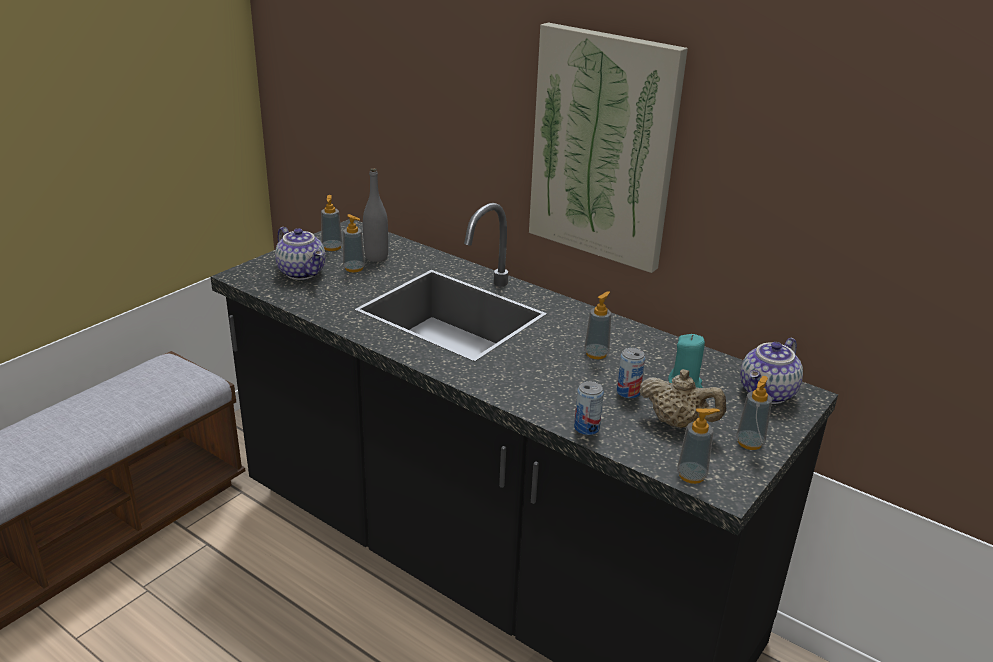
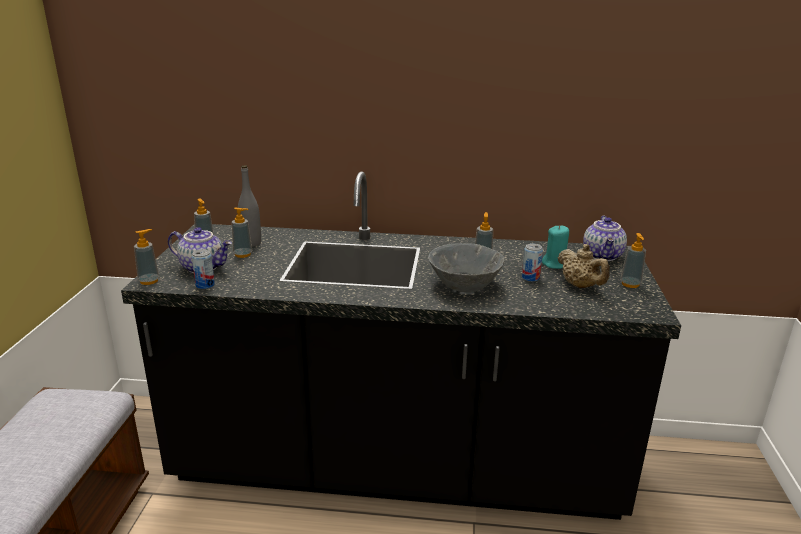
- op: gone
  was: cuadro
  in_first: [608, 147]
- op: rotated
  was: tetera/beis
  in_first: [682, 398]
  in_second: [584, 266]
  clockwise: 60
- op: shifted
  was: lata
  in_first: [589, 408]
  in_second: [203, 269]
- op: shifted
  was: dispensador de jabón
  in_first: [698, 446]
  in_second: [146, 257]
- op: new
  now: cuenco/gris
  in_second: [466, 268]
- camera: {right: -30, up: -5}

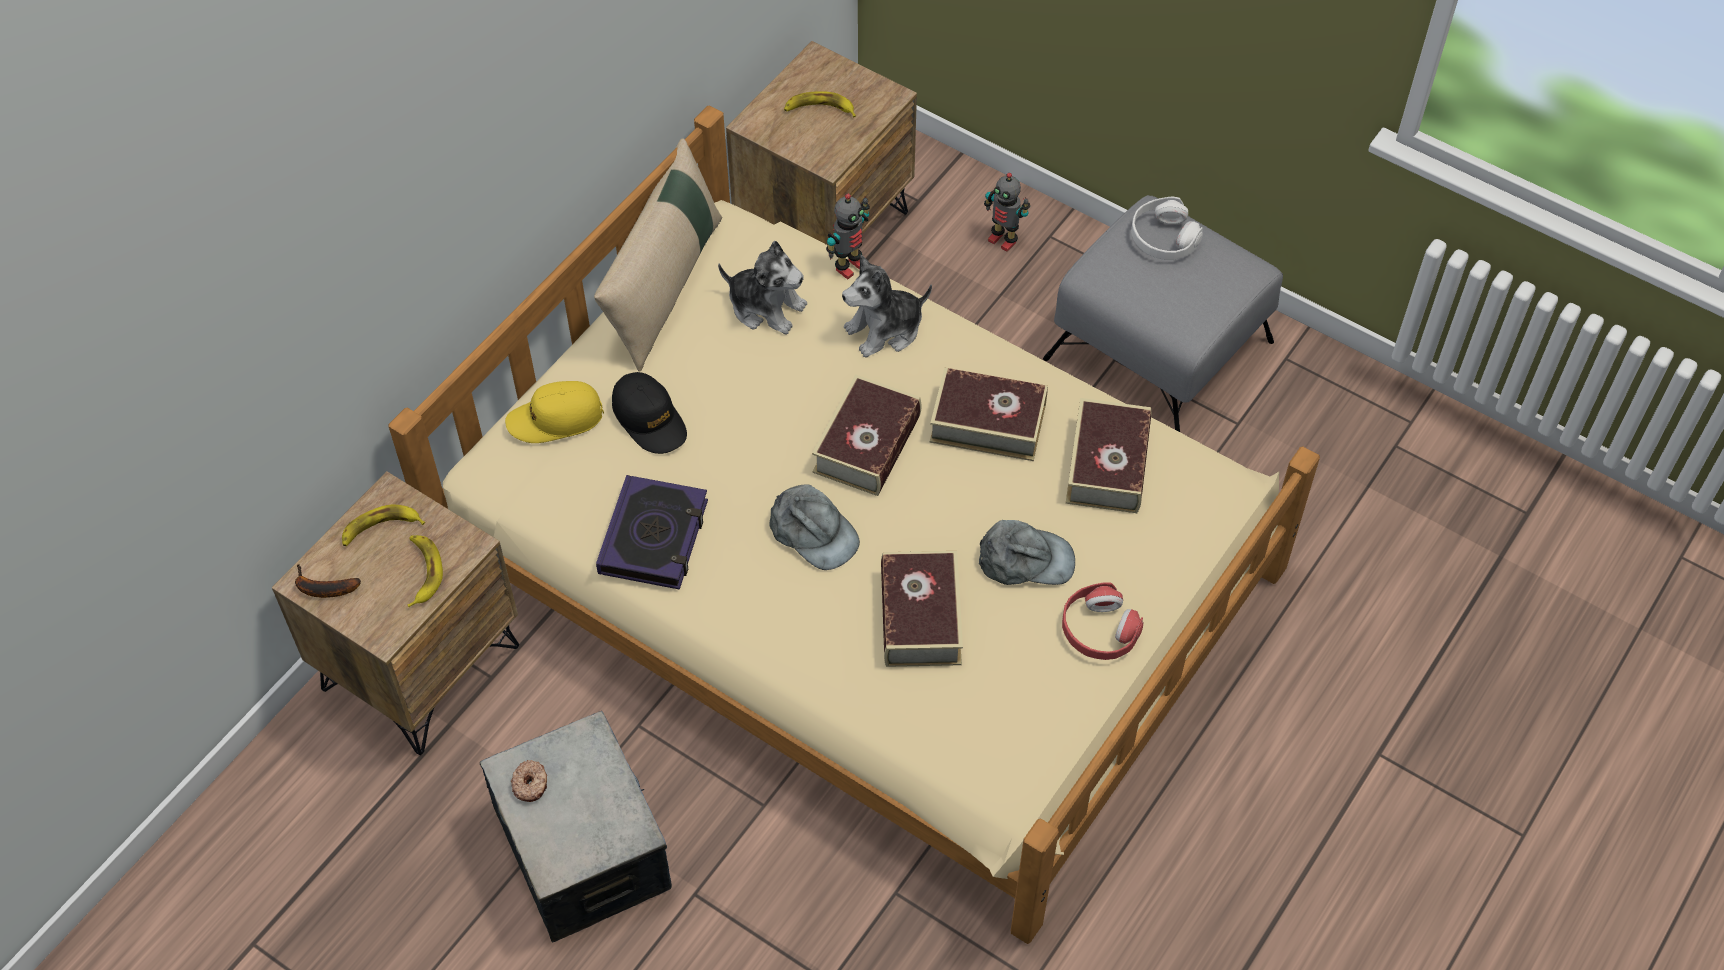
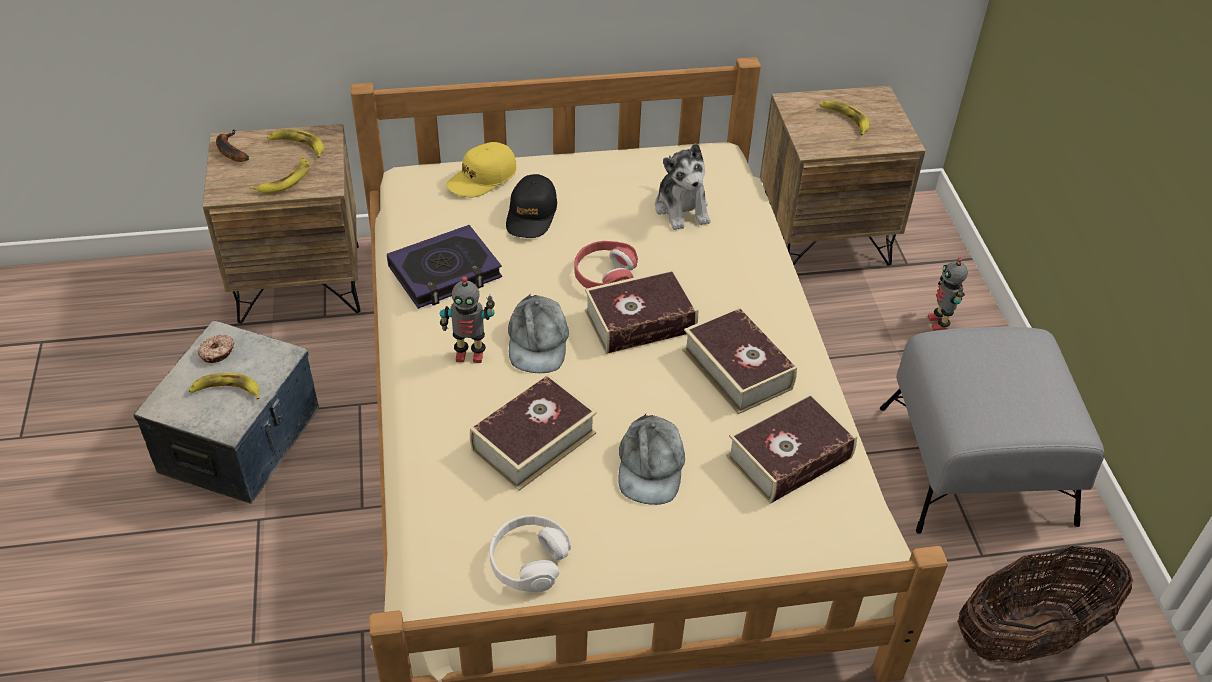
- op: gone
  was: cojín/beis
  in_first: [658, 255]
- op: shifted
  was: robot de juguete
  in_first: [848, 236]
  in_second: [467, 319]
- op: shifted
  was: auriculares/blanco
  in_first: [1167, 228]
  in_second: [530, 553]
- op: gone
  was: peluche
  in_first: [887, 306]
- op: rotated
  was: gorra/amarillo
  in_first: [554, 412]
  in_second: [481, 169]
  clockwise: -75
- op: rotated
  was: gorra/gris
  in_first: [1027, 552]
  in_second: [651, 459]
  clockwise: 45
- op: shifted
  was: auriculares/rojo
  in_first: [1102, 621]
  in_second: [606, 264]
- op: new
  now: plátano
  in_second: [224, 386]
- op: new
  now: cesta
  in_second: [1045, 604]
- camera: {right: 45, up: -10}

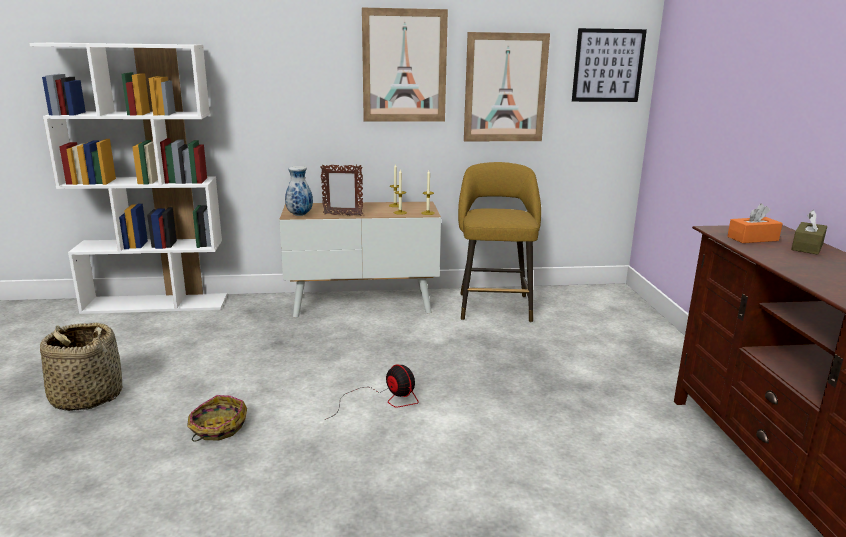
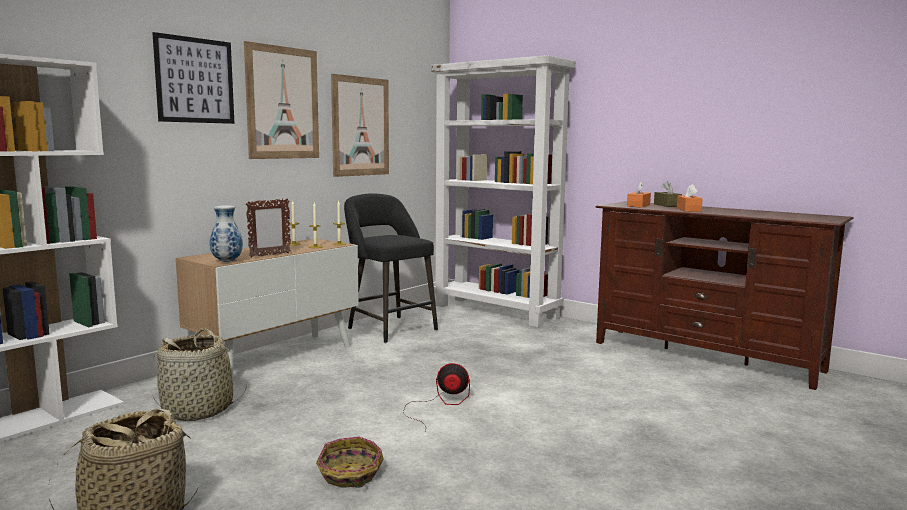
- op: shifted
  was: cuadro
  in_first: [609, 65]
  in_second: [193, 78]
- op: repainted
  was: taburete/amarillo
  now: taburete/negro
  in_first: [499, 242]
  in_second: [391, 268]
- op: new
  now: estantería/blanco
  in_second: [503, 191]
- op: new
  now: caja de pañuelos/naranja
  in_second: [690, 198]
- op: new
  now: cesta
  in_second: [199, 374]
- camera: {right: -45, up: -10}

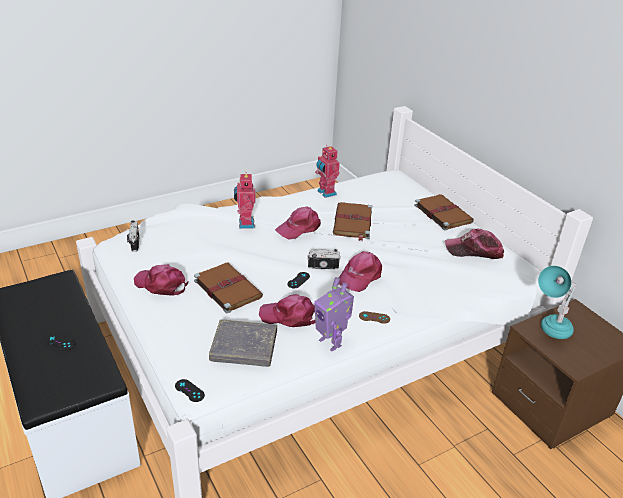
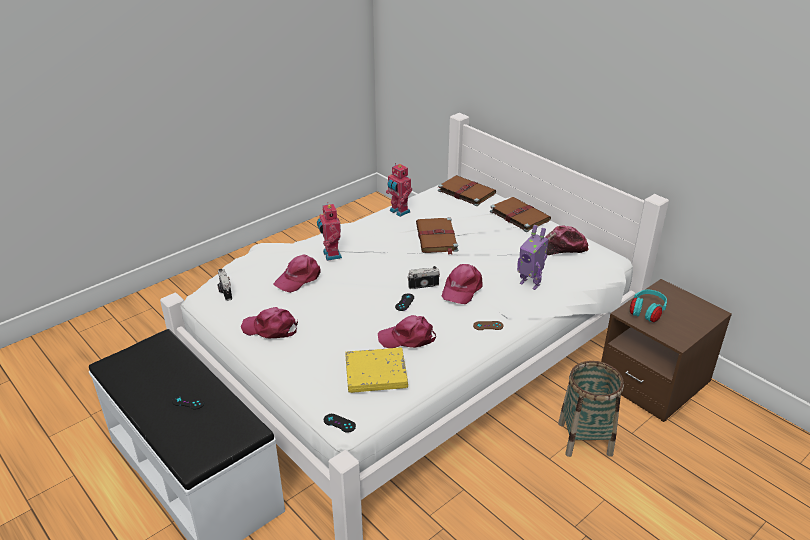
- op: shifted
  was: gorra/rosa
  in_first: [298, 222]
  in_second: [297, 273]
- op: shifted
  was: libro/marrón
  in_first: [228, 288]
  in_second: [467, 190]
- op: swapped
  was: lámpara de mesa/turquesa
  now: auriculares/turquesa
  in_first: [557, 302]
  in_second: [648, 305]
- op: shifted
  was: robot de juguete
  in_first: [334, 314]
  in_second: [533, 257]
- op: repainted
  was: libro/gris
  now: libro/amarillo
  in_first: [243, 343]
  in_second: [376, 370]
- op: new
  now: cesta
  in_second: [591, 409]
- camera: {right: -10, up: 0}

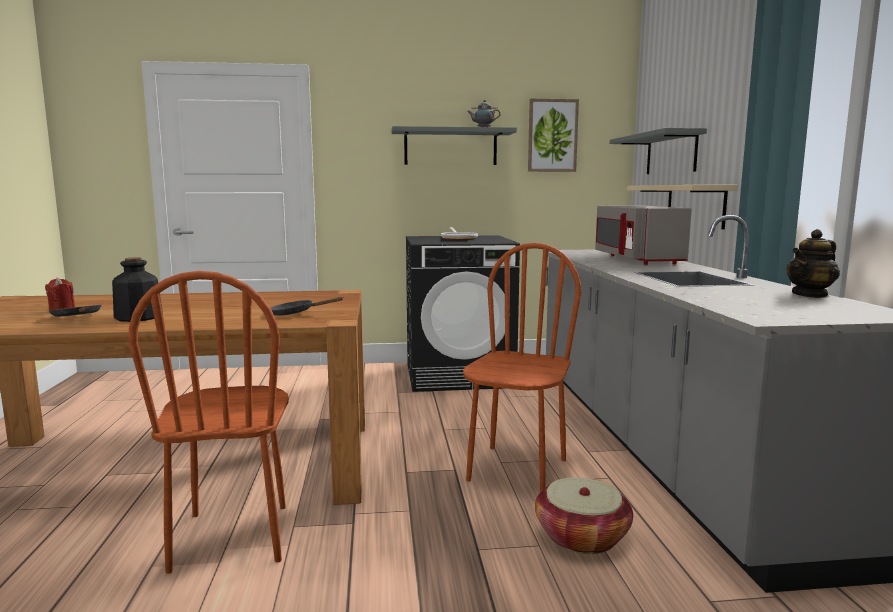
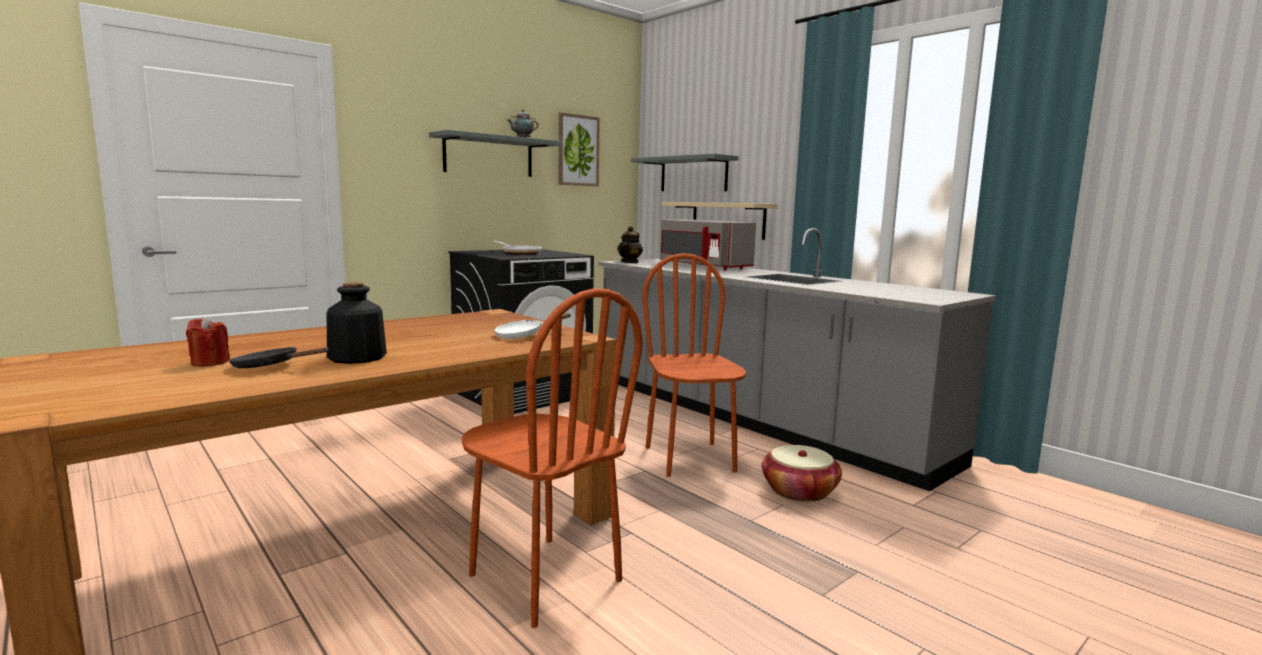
- op: shifted
  was: tetera
  in_first: [813, 263]
  in_second: [630, 244]
- op: repainted
  was: sartén/negro
  now: sartén/blanco
  in_first: [307, 306]
  in_second: [532, 326]
- camera: {right: -35, up: 0}

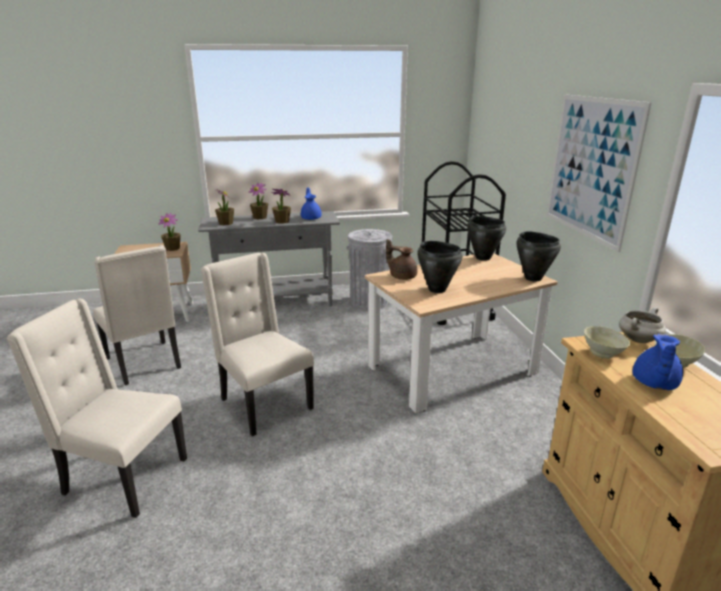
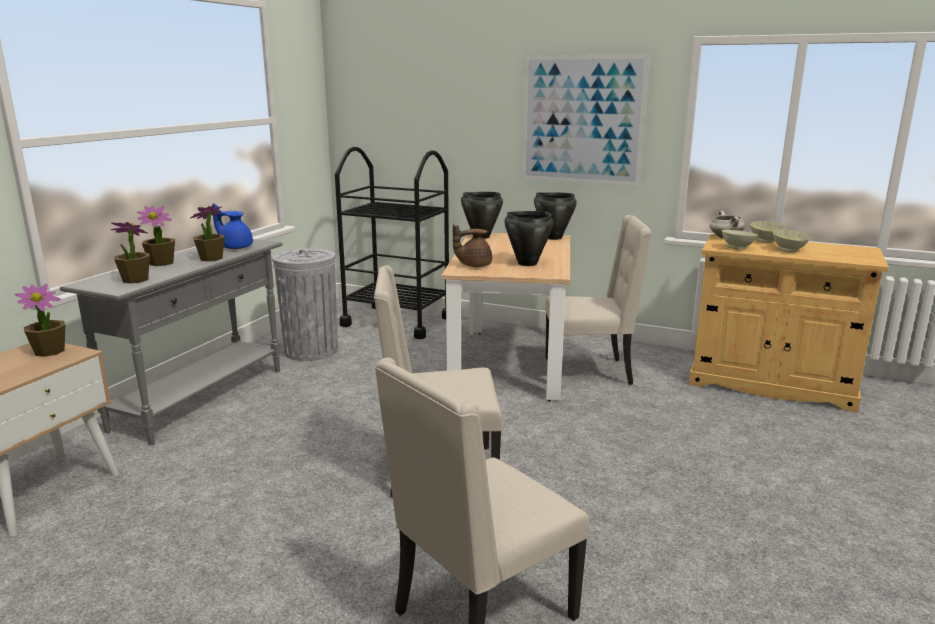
- op: shifted
  was: silla/beis
  in_first: [137, 315]
  in_second: [598, 300]
- op: swapped
  was: tetera/azul
  now: cuenco/beis
  in_first: [657, 362]
  in_second: [791, 240]
- camera: {right: -55, up: -5}

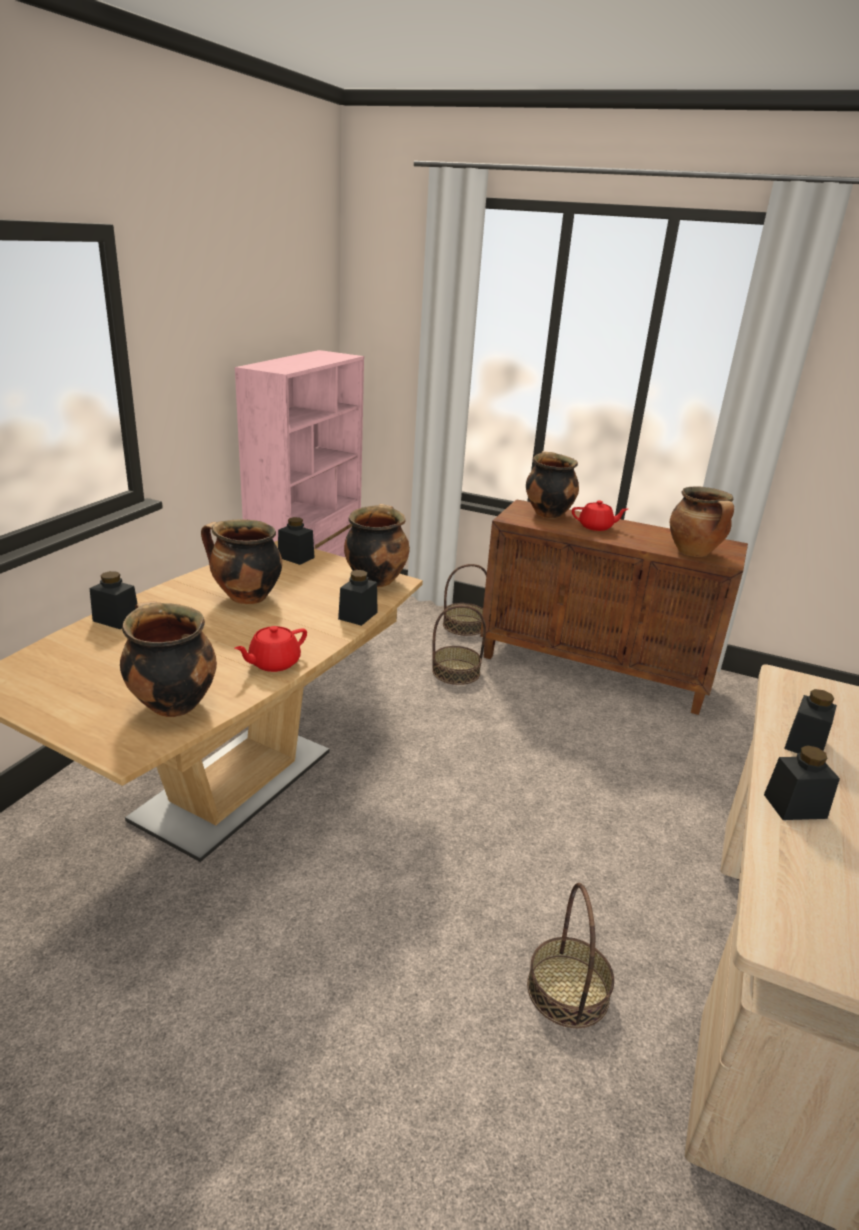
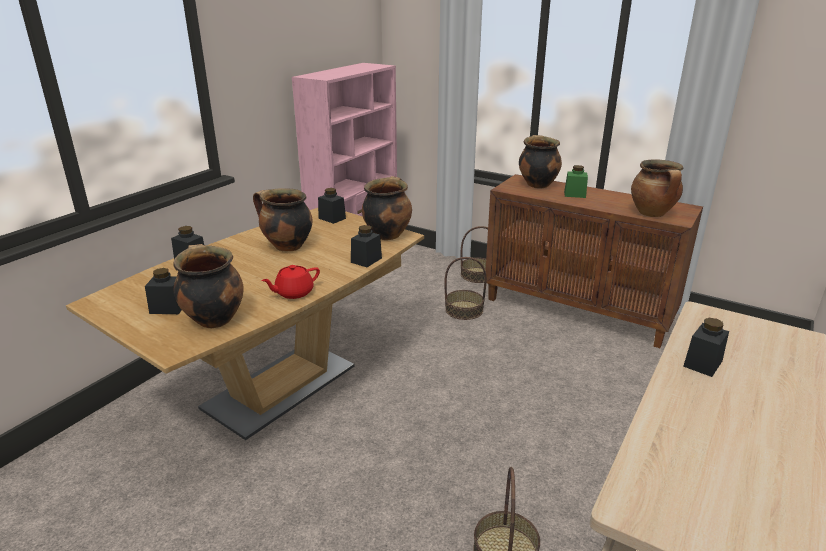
- op: swapped
  was: tetera/rojo
  now: tarro/verde
  in_first: [600, 516]
  in_second: [576, 181]
- op: shifted
  was: tarro/negro
  in_first: [802, 782]
  in_second: [163, 291]
- camera: {right: 10, up: 0}

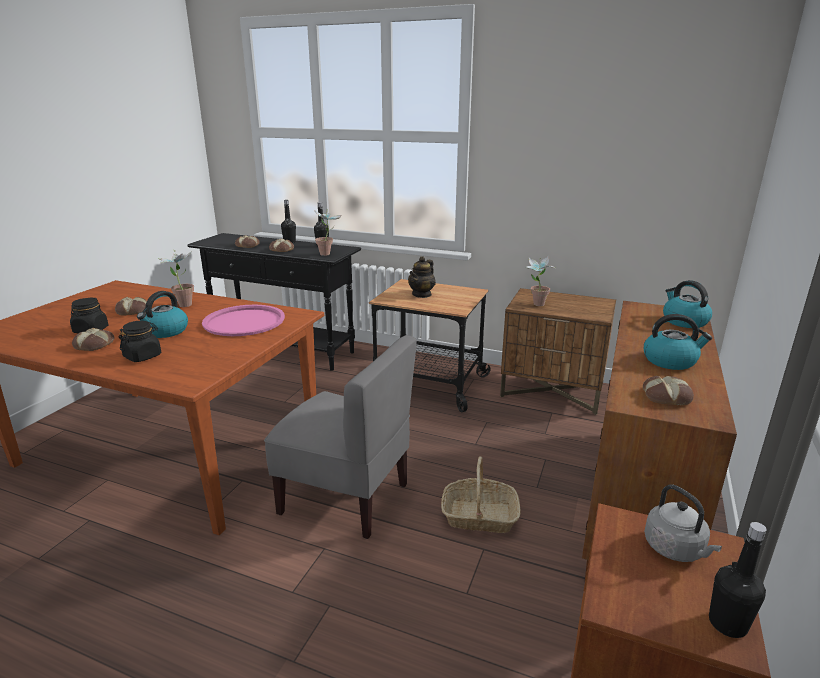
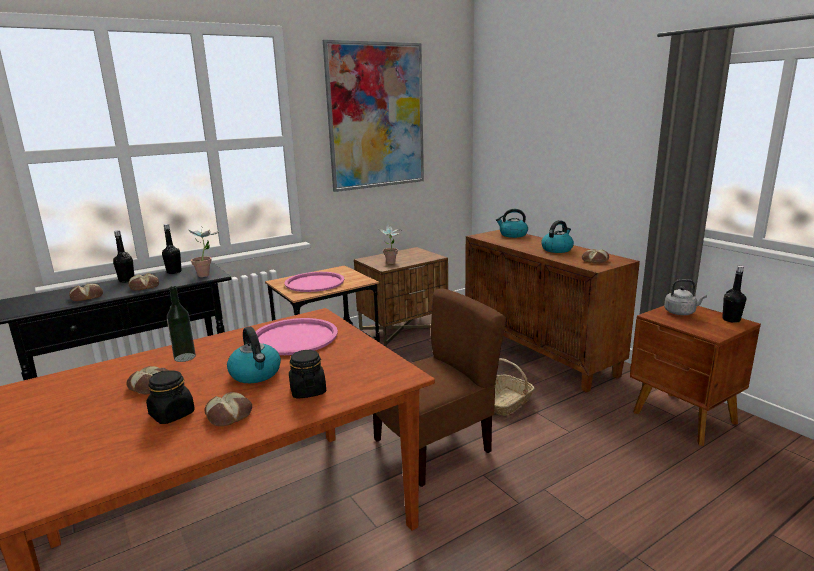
- op: swapped
  was: planta en maceta
  now: botella
  in_first: [176, 279]
  in_second: [181, 324]
- op: swapped
  was: tetera
  now: bandeja/rosa
  in_first: [422, 277]
  in_second: [314, 282]
- op: repainted
  was: silla/gris
  now: silla/marrón
  in_first: [340, 437]
  in_second: [439, 387]
- op: new
  now: cuadro
  in_second: [373, 116]
- camera: {right: -55, up: -5}

